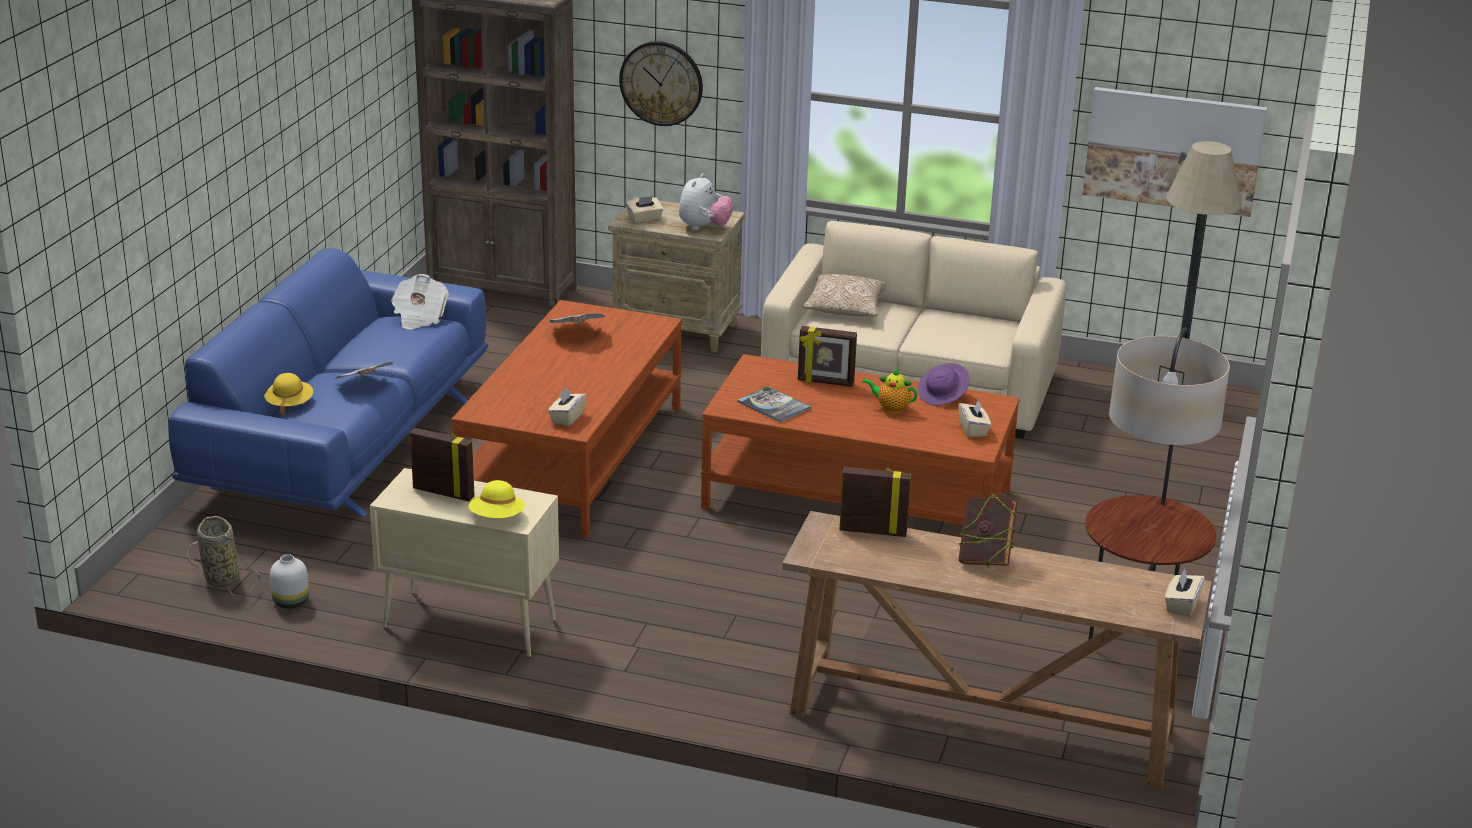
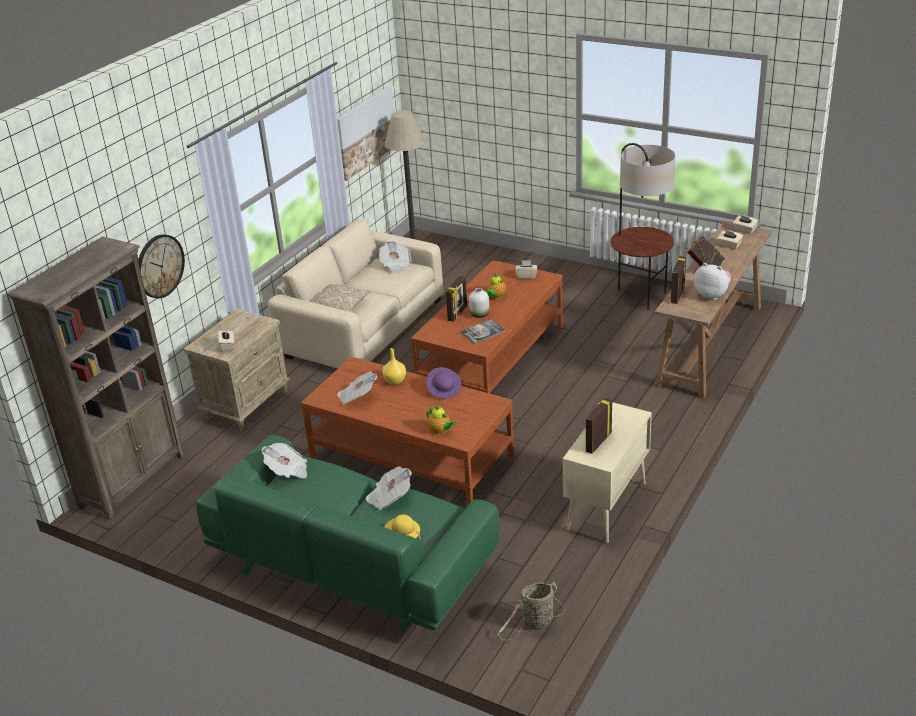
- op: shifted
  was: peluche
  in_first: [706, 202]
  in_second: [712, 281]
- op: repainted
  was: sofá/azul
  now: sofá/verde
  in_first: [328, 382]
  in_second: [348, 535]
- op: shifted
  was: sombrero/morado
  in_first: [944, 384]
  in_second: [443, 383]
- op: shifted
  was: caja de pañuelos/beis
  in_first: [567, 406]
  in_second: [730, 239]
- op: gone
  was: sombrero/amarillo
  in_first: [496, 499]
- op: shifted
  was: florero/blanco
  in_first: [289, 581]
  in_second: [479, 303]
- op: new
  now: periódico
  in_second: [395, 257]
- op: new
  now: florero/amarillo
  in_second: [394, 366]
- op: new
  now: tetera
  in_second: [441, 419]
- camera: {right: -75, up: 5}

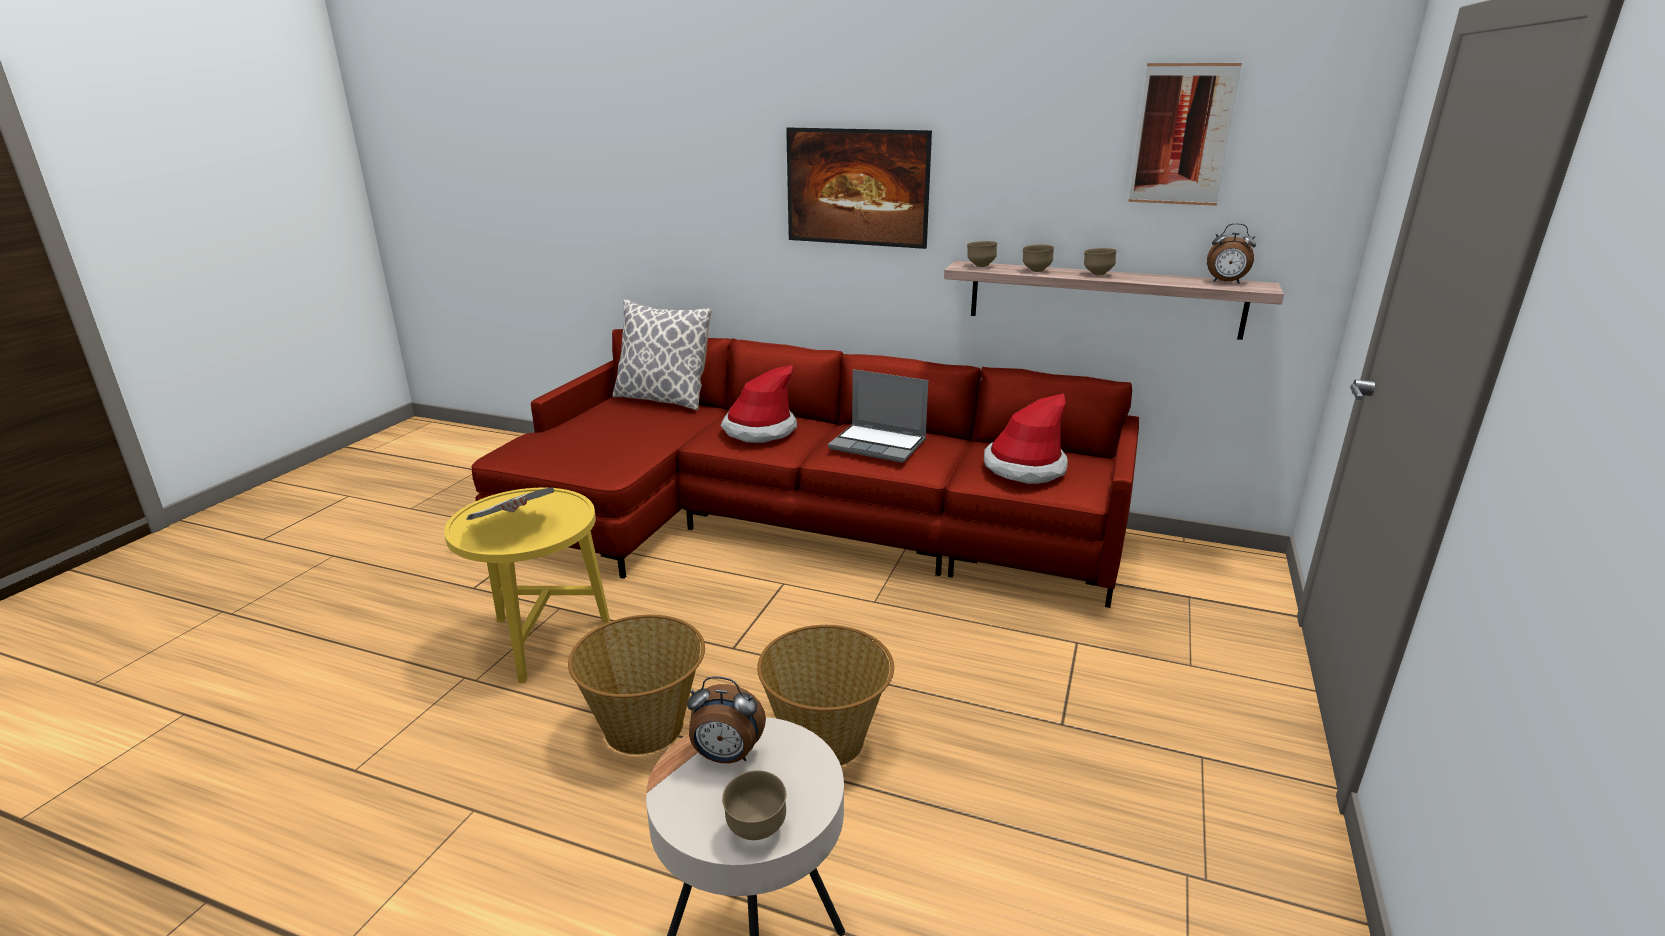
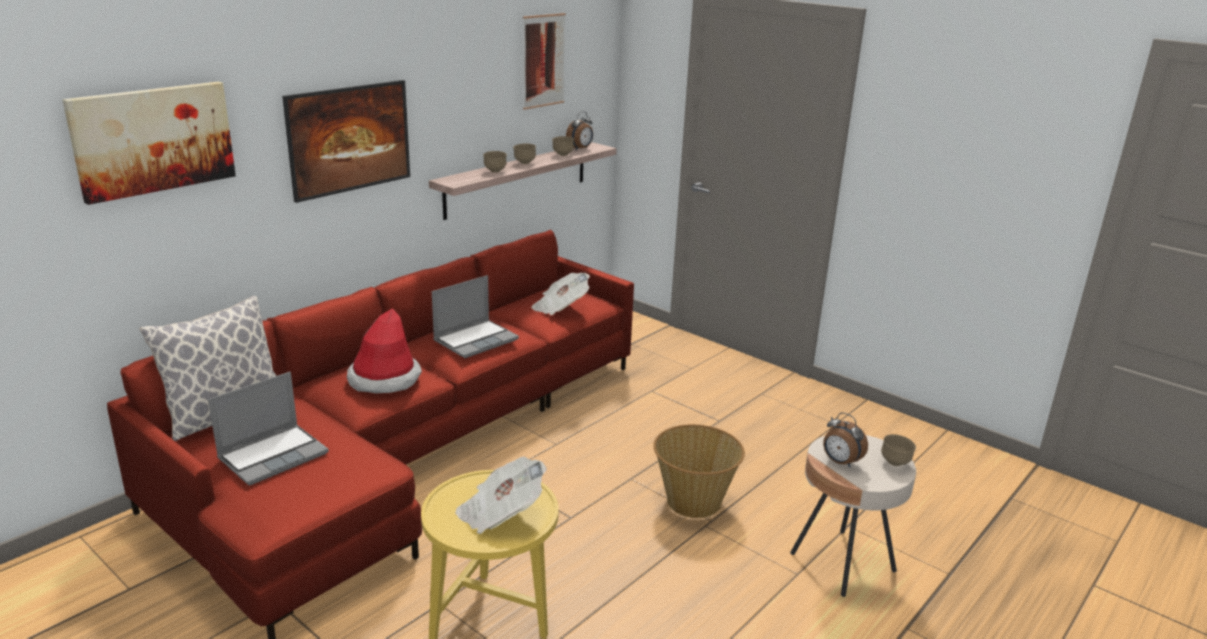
- op: shifted
  was: cuenco/marrón
  in_first: [982, 254]
  in_second: [563, 146]
- op: swapped
  was: sombrero
  now: periódico
  in_first: [1026, 438]
  in_second: [561, 294]
- op: gone
  was: cesta
  in_first: [636, 685]
- op: rotated
  was: despertador
  in_first: [726, 719]
  in_second: [845, 440]
  clockwise: 105
- op: new
  now: cuadro
  in_second: [149, 143]
- op: new
  now: portátil
  in_second: [268, 428]
- camera: {right: -70, up: 0}

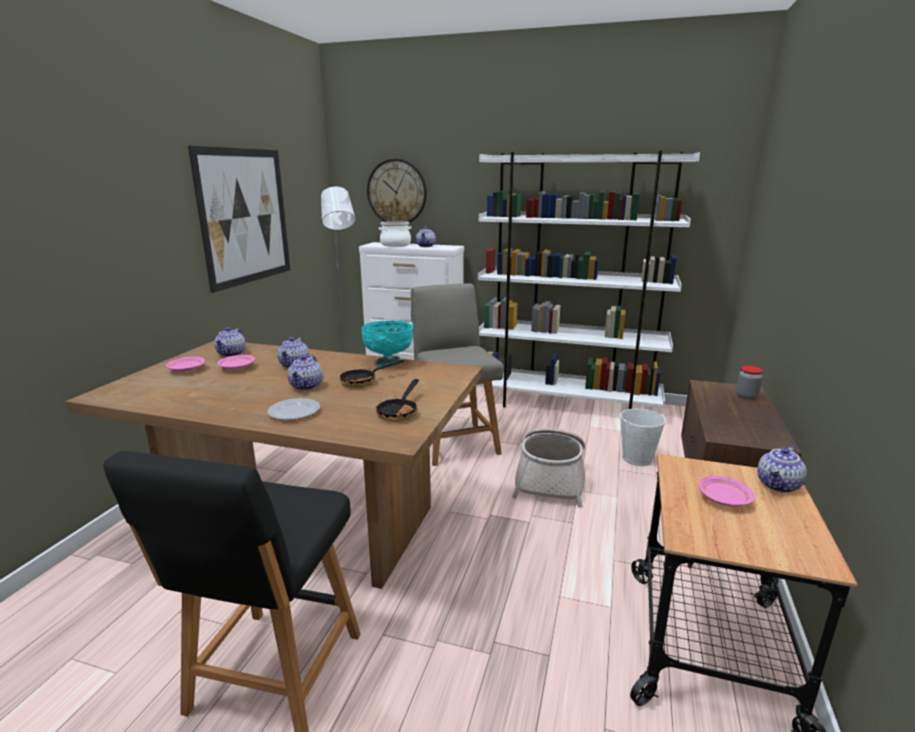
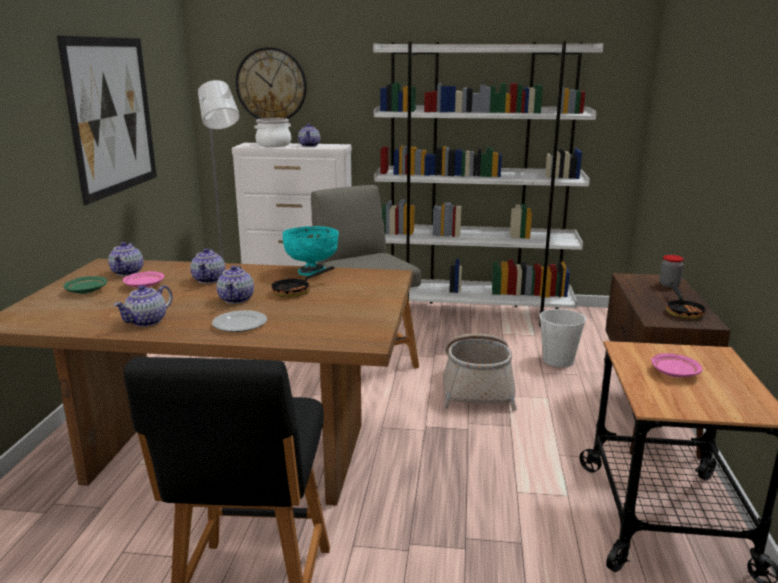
- op: repainted
  was: plato/rosa
  now: plato/verde
  in_first: [185, 364]
  in_second: [85, 285]
- op: shifted
  was: sartén
  in_first: [397, 400]
  in_second: [687, 301]
- op: shifted
  was: tetera
  in_first: [782, 469]
  in_second: [143, 306]
- camera: {right: -10, up: 0}

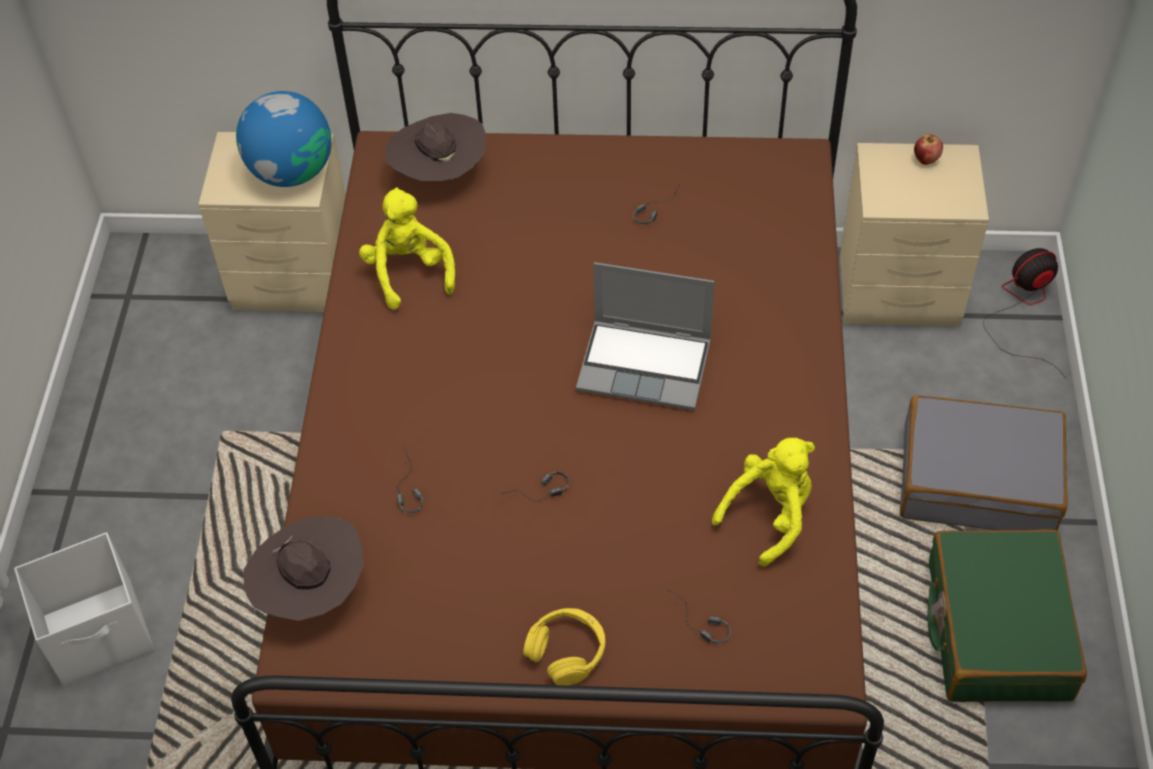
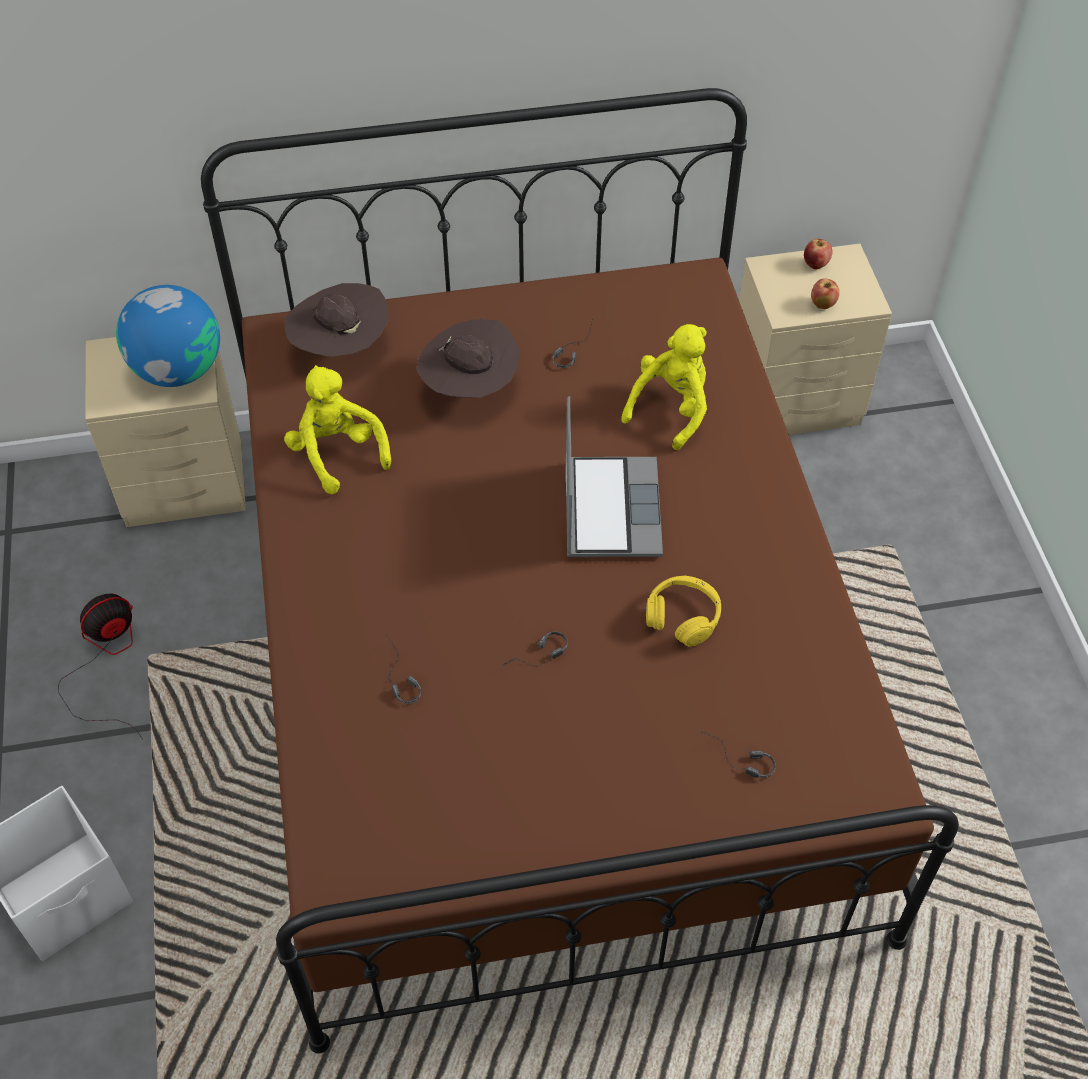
- op: shifted
  was: ventilador
  in_first: [1024, 313]
  in_second: [100, 667]
- op: rotated
  was: portátil
  in_first: [645, 336]
  in_second: [614, 476]
  clockwise: -90
- op: gone
  was: maleta/gris
  in_first: [984, 463]
- op: shifted
  was: peluche/amarillo
  in_first: [763, 502]
  in_second: [664, 387]
- op: shifted
  was: sombrero/marrón
  in_first: [304, 568]
  in_second: [468, 358]
- op: gone
  was: maleta/verde
  in_first: [1007, 615]
- op: shifted
  was: auriculares/amarillo
  in_first: [564, 646]
  in_second: [683, 611]
- op: new
  now: manzana
  in_second: [825, 294]
- camera: {right: -15, up: 0}

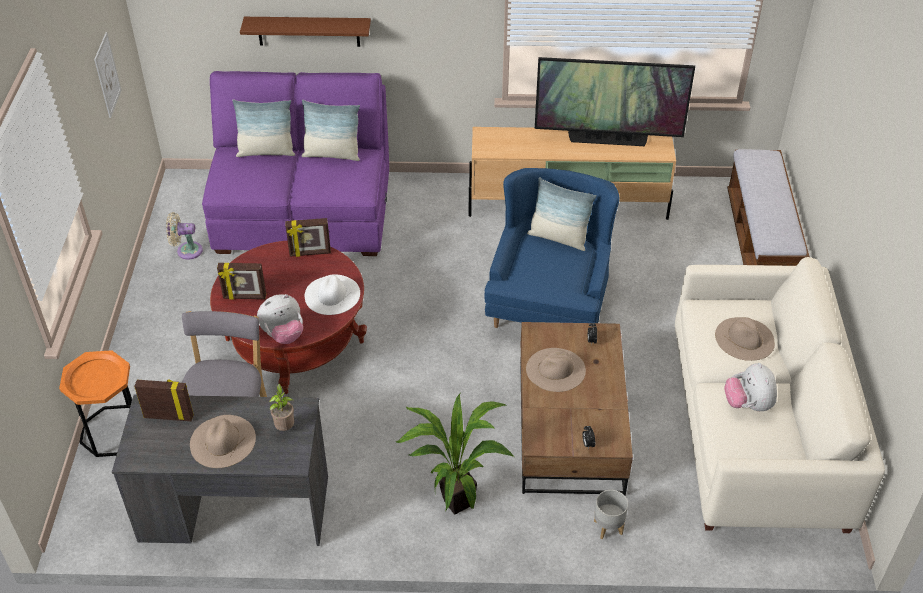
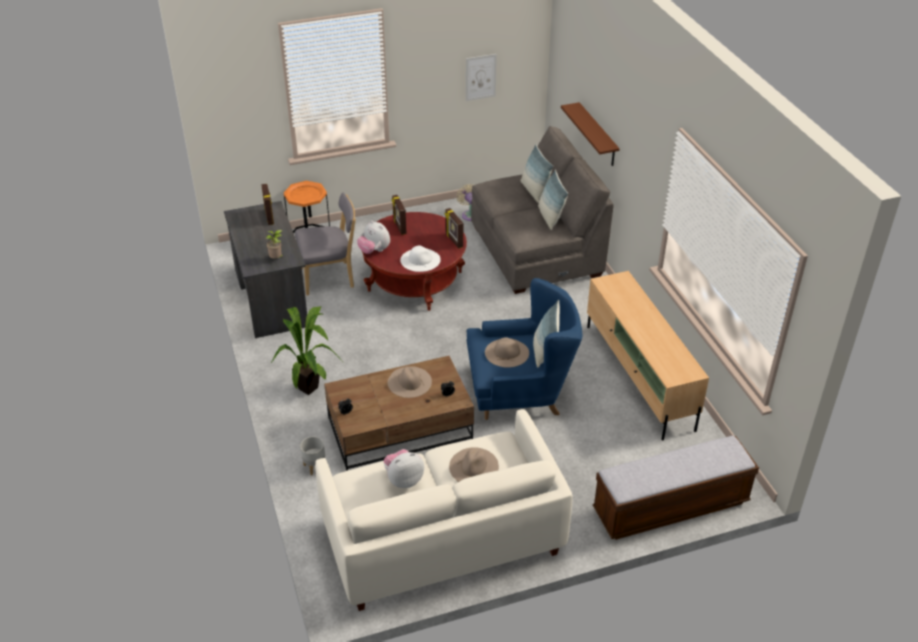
- op: gone
  was: televisor
  in_first: [615, 101]
- op: repainted
  was: sofá/morado
  now: sofá/gris
  in_first: [295, 163]
  in_second: [542, 210]
- op: shifted
  was: sombrero/beis
  in_first: [223, 441]
  in_second: [507, 352]
- camera: {right: 70, up: -5}

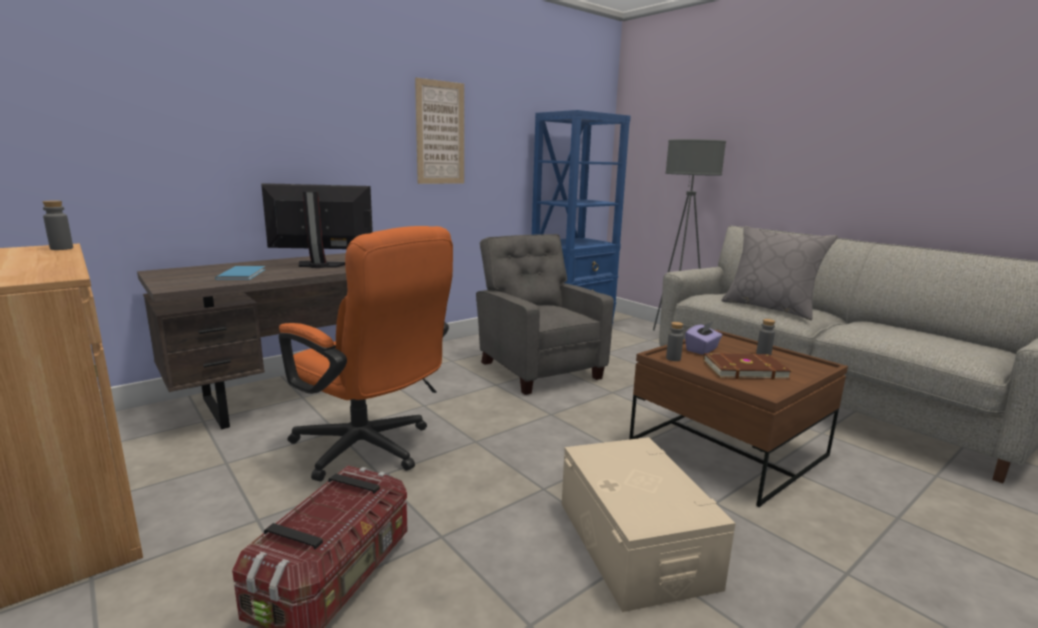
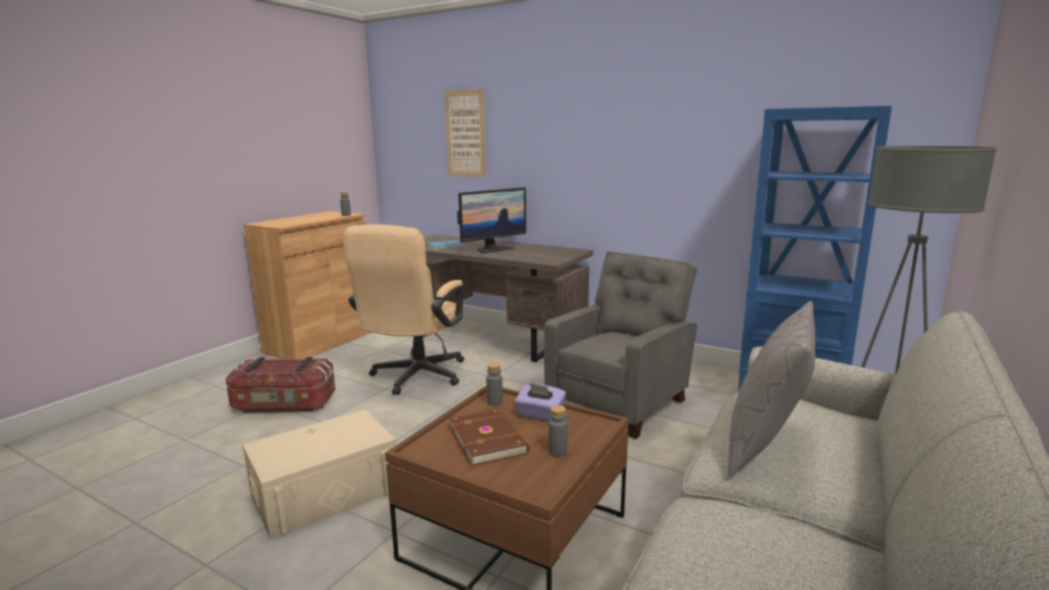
- op: shifted
  was: cuadro
  in_first: [439, 131]
  in_second: [465, 132]
- op: rotated
  was: monitor
  in_first: [317, 225]
  in_second: [491, 220]
  clockwise: 75
- op: repainted
  was: silla de oficina/naranja
  now: silla de oficina/beis
  in_first: [366, 353]
  in_second: [403, 309]
- camera: {right: 70, up: 0}

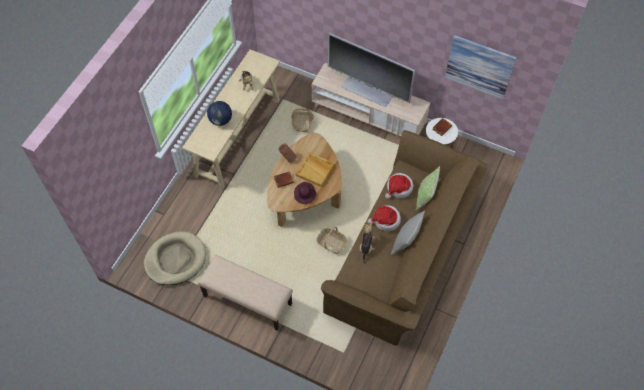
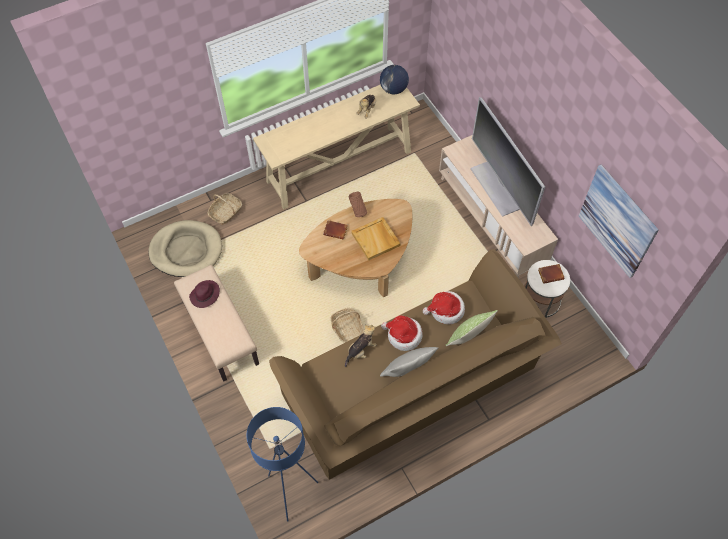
- op: shifted
  was: globo terráqueo
  in_first: [219, 113]
  in_second: [394, 79]
- op: shifted
  was: cesta
  in_first: [303, 120]
  in_second: [224, 209]
- op: shifted
  was: sombrero/morado
  in_first: [305, 193]
  in_second: [204, 294]
- op: new
  now: lámpara de pie/azul
  in_second: [282, 464]
- camera: {right: 35, up: 0}

